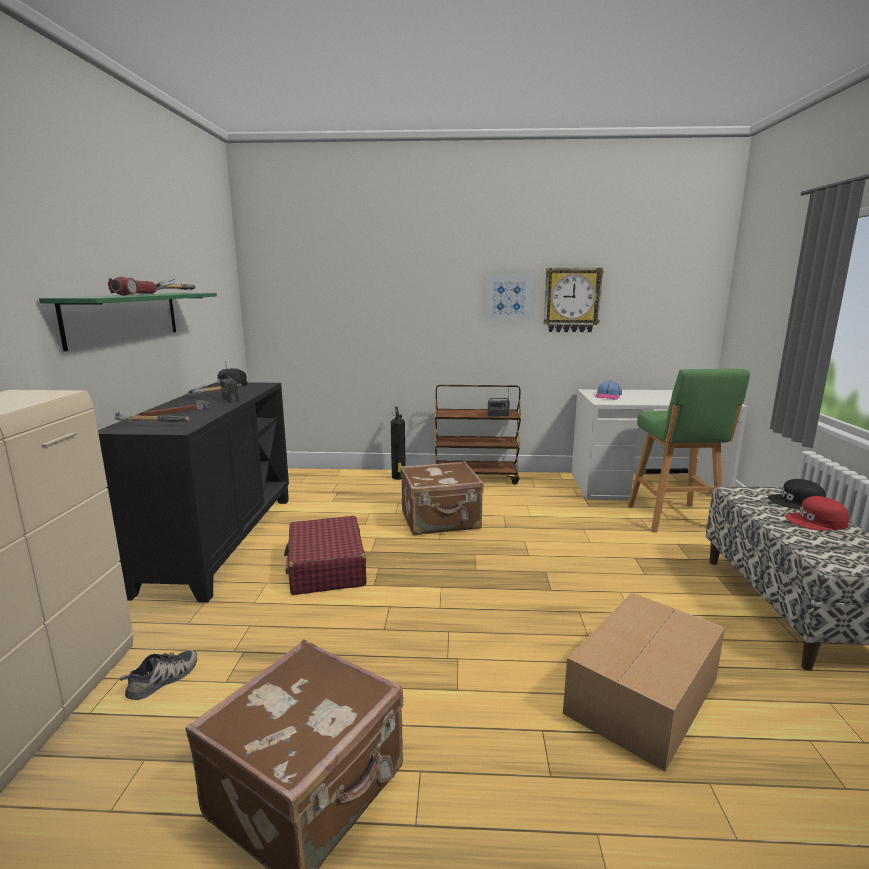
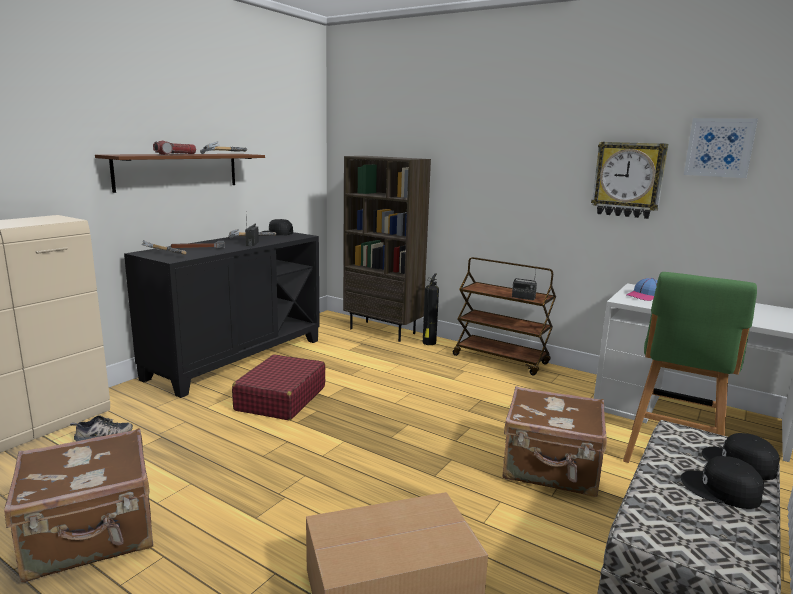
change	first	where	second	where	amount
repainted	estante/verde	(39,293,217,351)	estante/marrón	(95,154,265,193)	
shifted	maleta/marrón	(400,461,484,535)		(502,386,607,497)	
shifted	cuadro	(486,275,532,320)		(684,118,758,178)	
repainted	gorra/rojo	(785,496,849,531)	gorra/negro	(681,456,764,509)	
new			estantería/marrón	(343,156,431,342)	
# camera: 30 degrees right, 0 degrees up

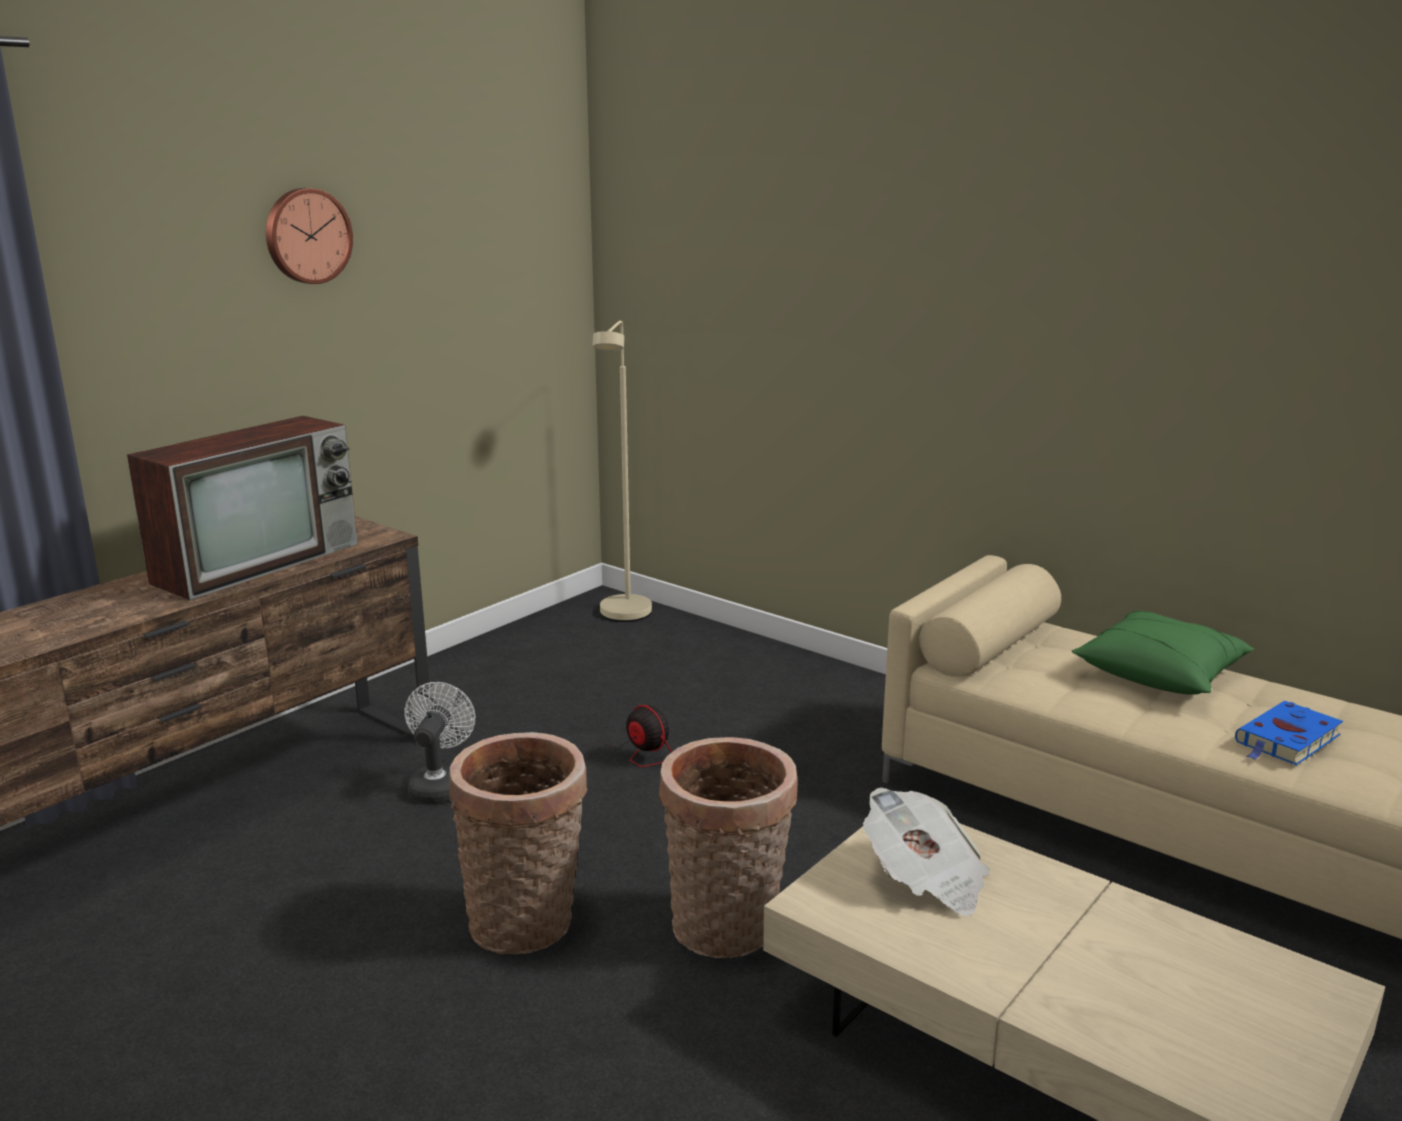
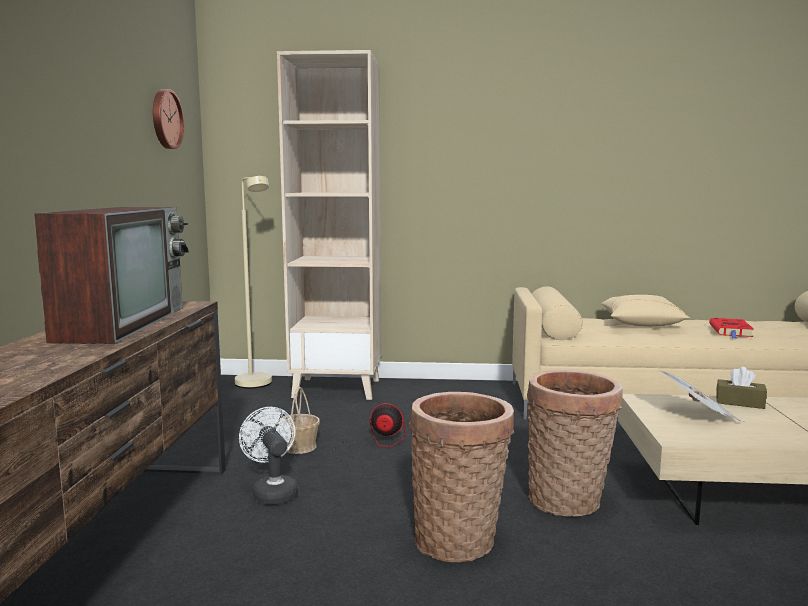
change	first	where	second	where	amount
shifted	reloj de pared	(266,188,353,284)		(153,89,184,149)	
repainted	cojín/verde	(1072,611,1255,695)	cojín/beis	(601,295,690,327)	
repainted	libro/azul	(1235,701,1343,765)	libro/rojo	(709,318,754,339)	
new			estantería/beis	(277,50,381,400)	
new			cesta	(277,386,320,454)	
new			caja de pañuelos/marrón	(716,367,767,409)	
# camera: 35 degrees left, 10 degrees down

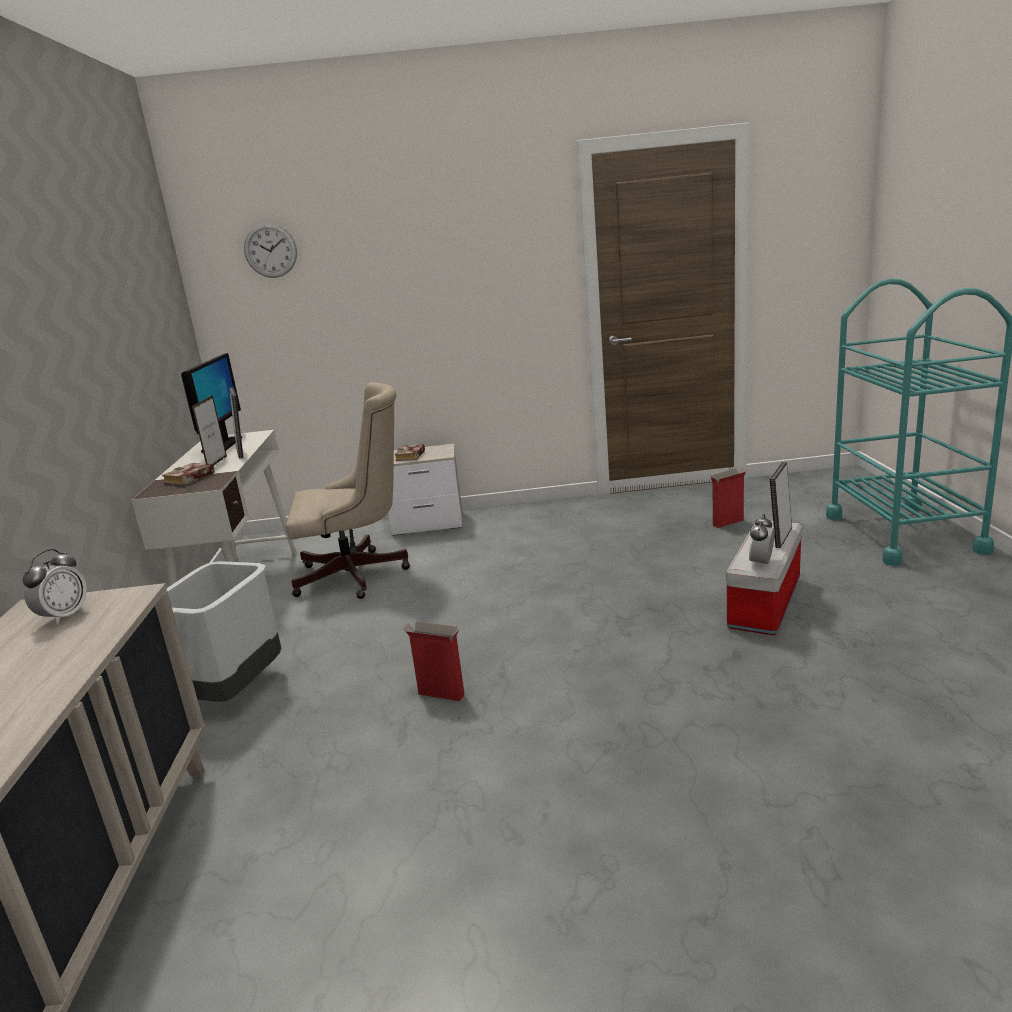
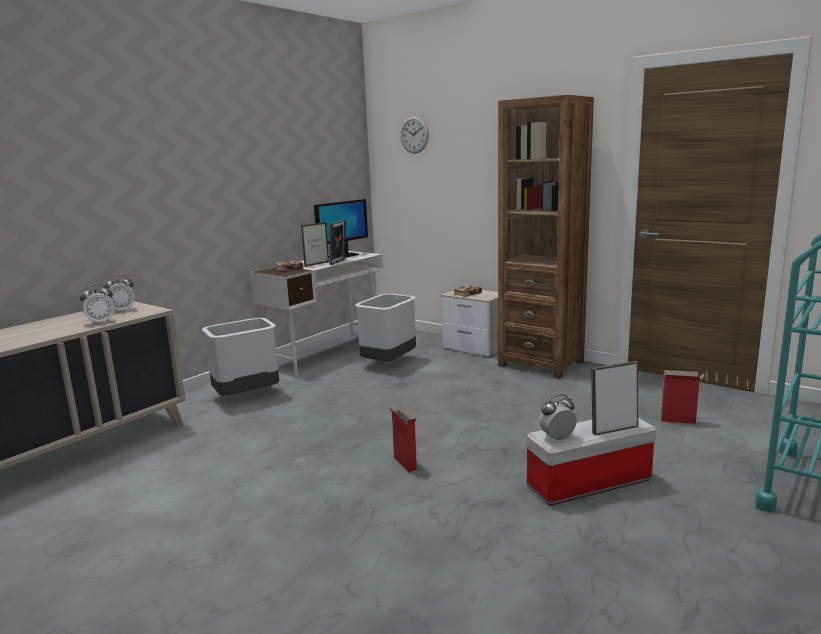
change	first	where	second	where	amount
swapped	silla de oficina/beis	(286,382,410,599)	papelera/gris	(355,294,416,361)	
shifted	caja de cartón	(403,622,465,701)		(389,403,418,472)	
new			despertador	(80,284,114,325)	
new			estantería/marrón	(498,95,594,379)	
# camera: 40 degrees right, 5 degrees down

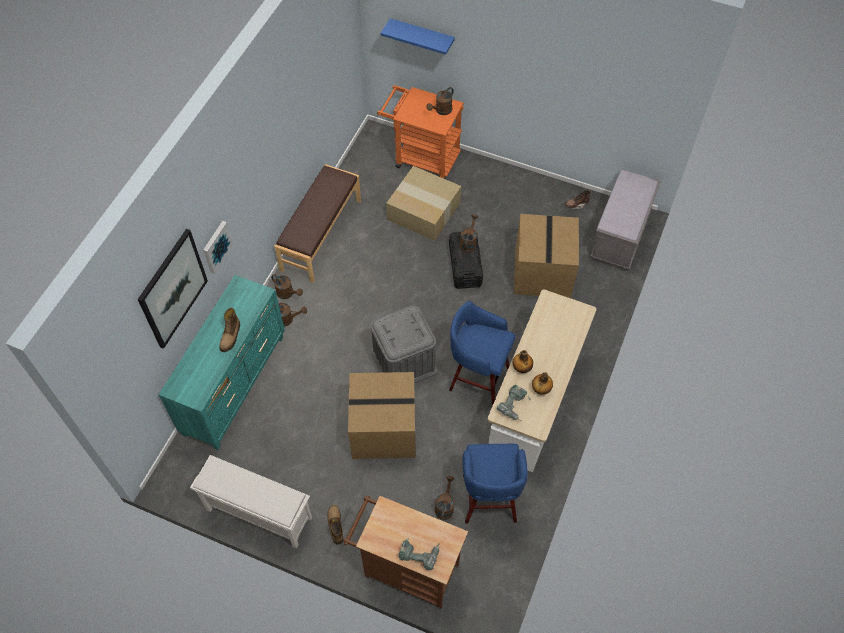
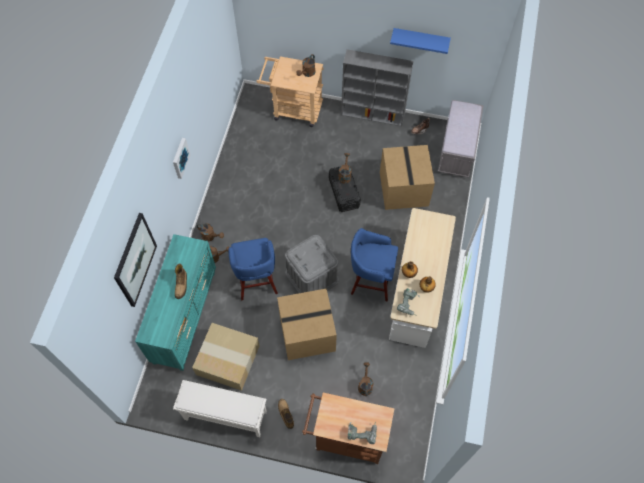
change	first	where	second	where	amount
shifted	cuadro	(203,221,233,274)		(173,138,190,179)	
gone	banco/marrón	(274,164,361,283)			
repainted	carrito/naranja	(377,85,464,179)	carrito/beis	(256,56,324,127)	
shifted	estante/azul	(381,18,455,55)		(390,28,451,54)	
shifted	caja de cartón	(386,166,461,241)		(192,323,260,391)	
shifted	taburete/azul	(462,444,528,524)		(228,238,278,301)	
new			estantería/gris	(341,49,413,126)	
# camera: 10 degrees left, 5 degrees up

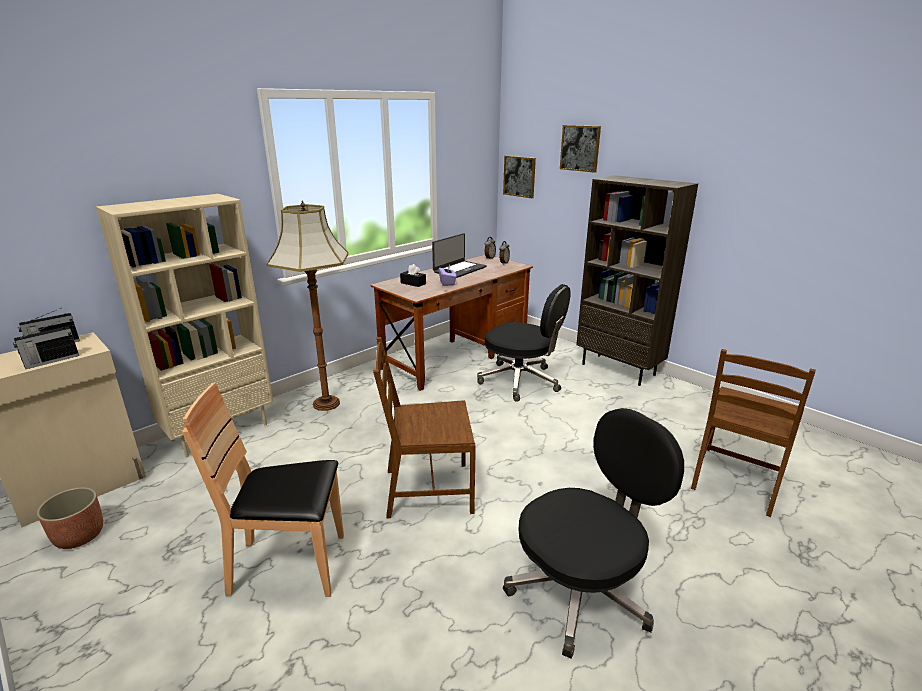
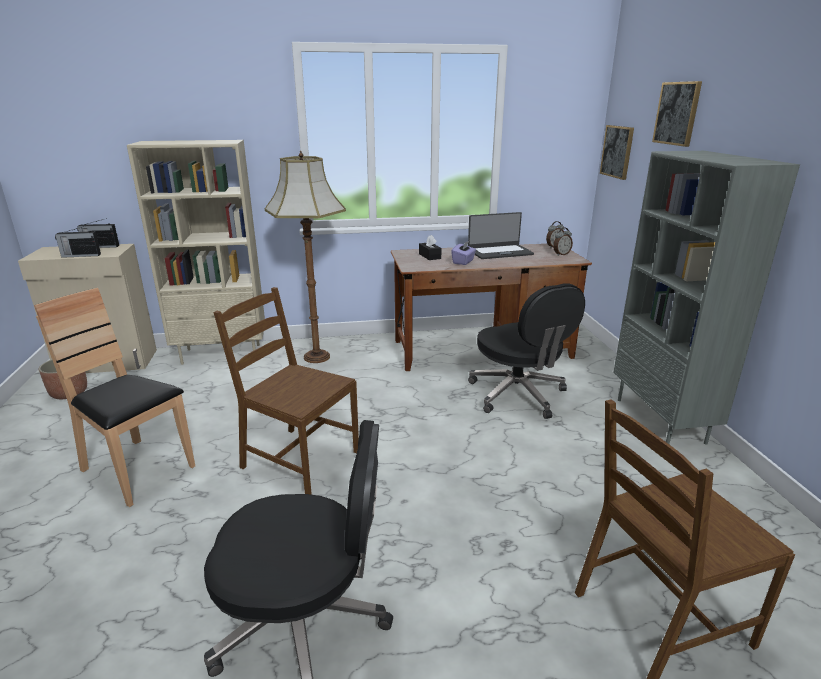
change	first	where	second	where	amount
repainted	estantería/marrón	(576,175,698,386)	estantería/gris	(613,151,800,445)	
# camera: 35 degrees right, 0 degrees up

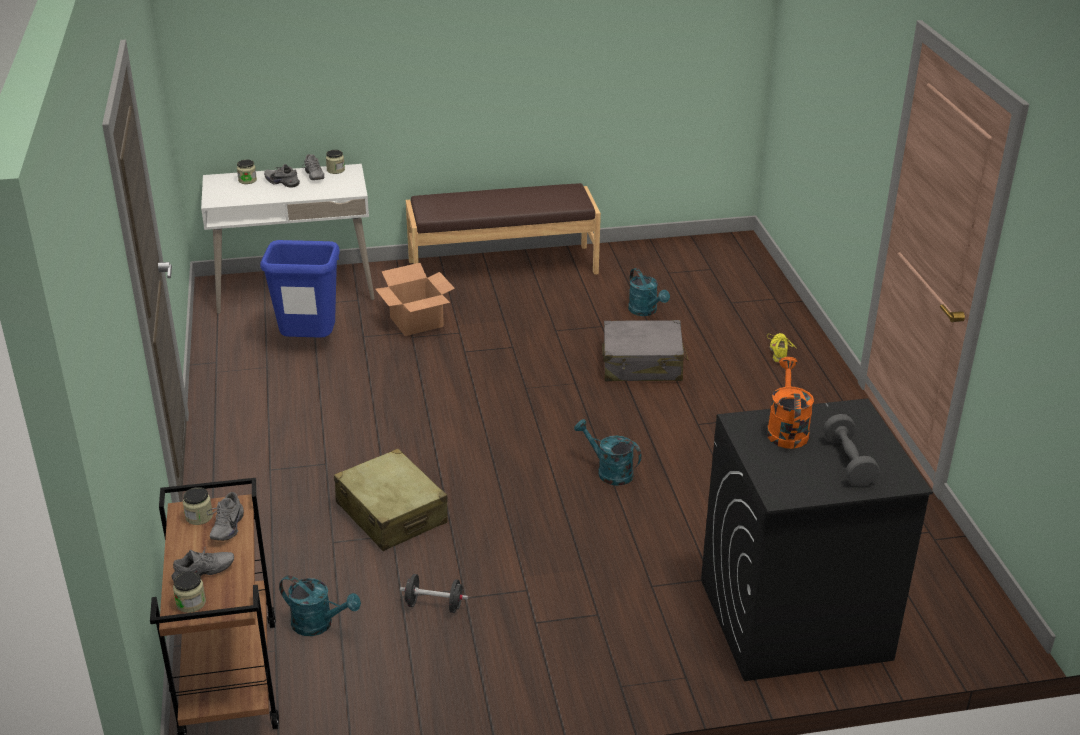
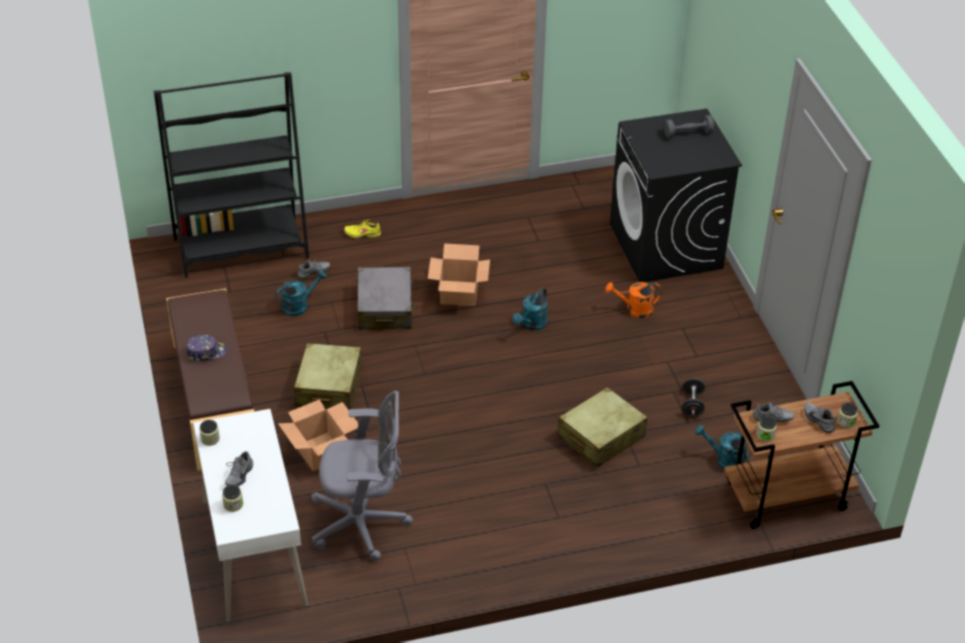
change	first	where	second	where	amount
swapped	papelera/azul	(260,240,340,345)	silla de oficina/gris	(311,391,413,561)	
rotated	regadera/turquesa	(279,575,361,636)		(695,425,752,469)	90 degrees counterclockwise
shifted	zapato/gris	(302,154,325,180)		(297,260,330,279)	
shifted	regadera/naranja	(767,357,814,449)		(605,282,662,318)	
new			estantería/negro	(154,72,309,278)	
new			gorra	(186,335,227,361)	
new			maleta/beis	(294,343,362,410)	
new			caja de cartón	(428,243,490,306)	
# camera: 95 degrees left, 10 degrees up

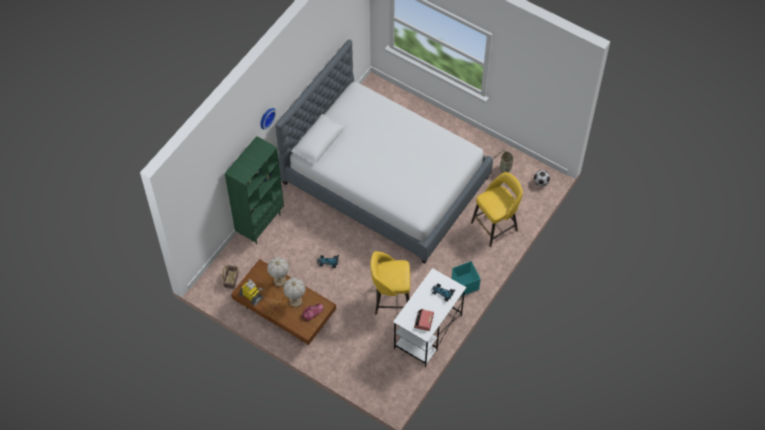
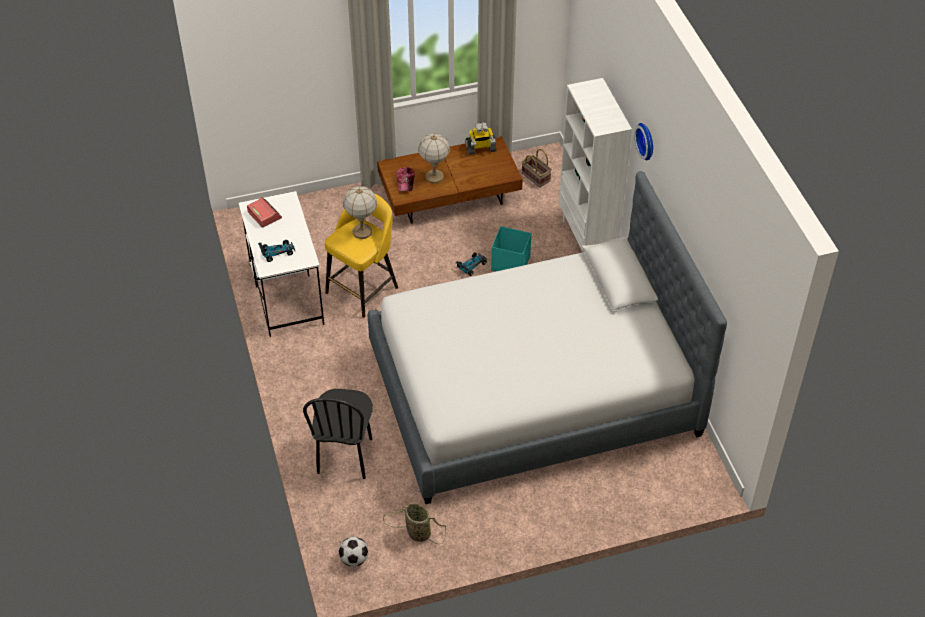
change	first	where	second	where	amount
repainted	estantería/verde	(225,136,284,244)	estantería/blanco	(559,78,632,252)	
shifted	lámpara de mesa	(267,257,289,287)		(343,186,377,239)	
shifted	caja de almacenaje/turquesa	(452,261,481,297)		(491,226,531,271)	
swapped	taburete/amarillo	(471,172,523,247)	silla/negro	(303,389,373,479)	
# camera: 130 degrees right, 10 degrees down

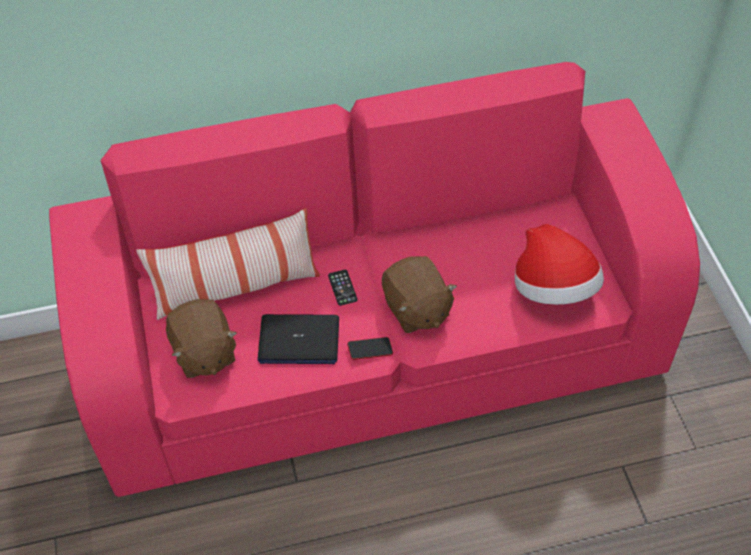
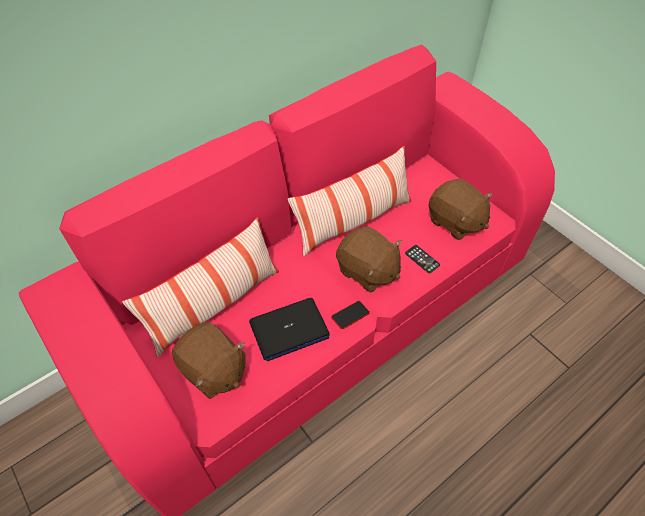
change	first	where	second	where	amount
shifted	móvil	(328,270,357,306)		(405,245,440,273)	
swapped	sombrero	(515,224,604,305)	peluche/marrón	(429,179,492,240)	
new			cojín	(288,146,411,256)	
# camera: 25 degrees left, 0 degrees up

